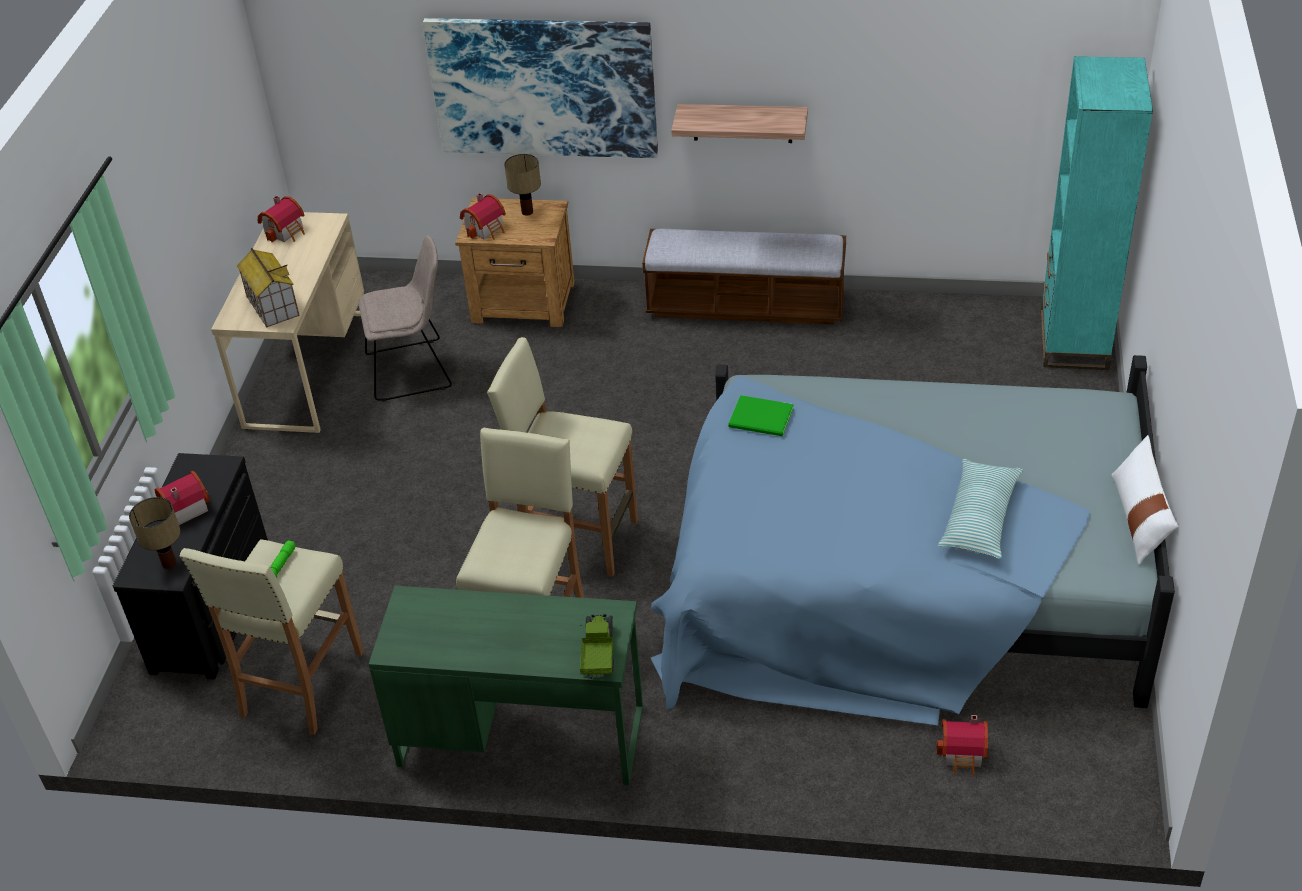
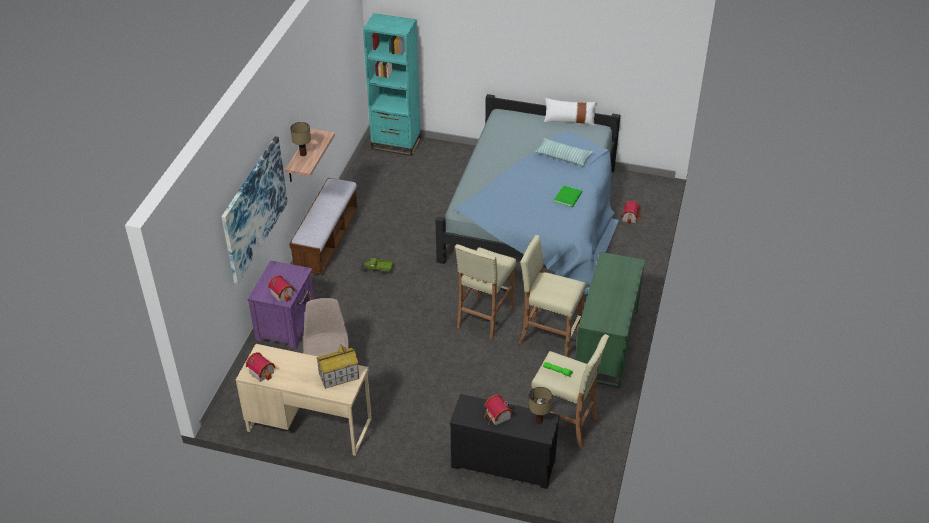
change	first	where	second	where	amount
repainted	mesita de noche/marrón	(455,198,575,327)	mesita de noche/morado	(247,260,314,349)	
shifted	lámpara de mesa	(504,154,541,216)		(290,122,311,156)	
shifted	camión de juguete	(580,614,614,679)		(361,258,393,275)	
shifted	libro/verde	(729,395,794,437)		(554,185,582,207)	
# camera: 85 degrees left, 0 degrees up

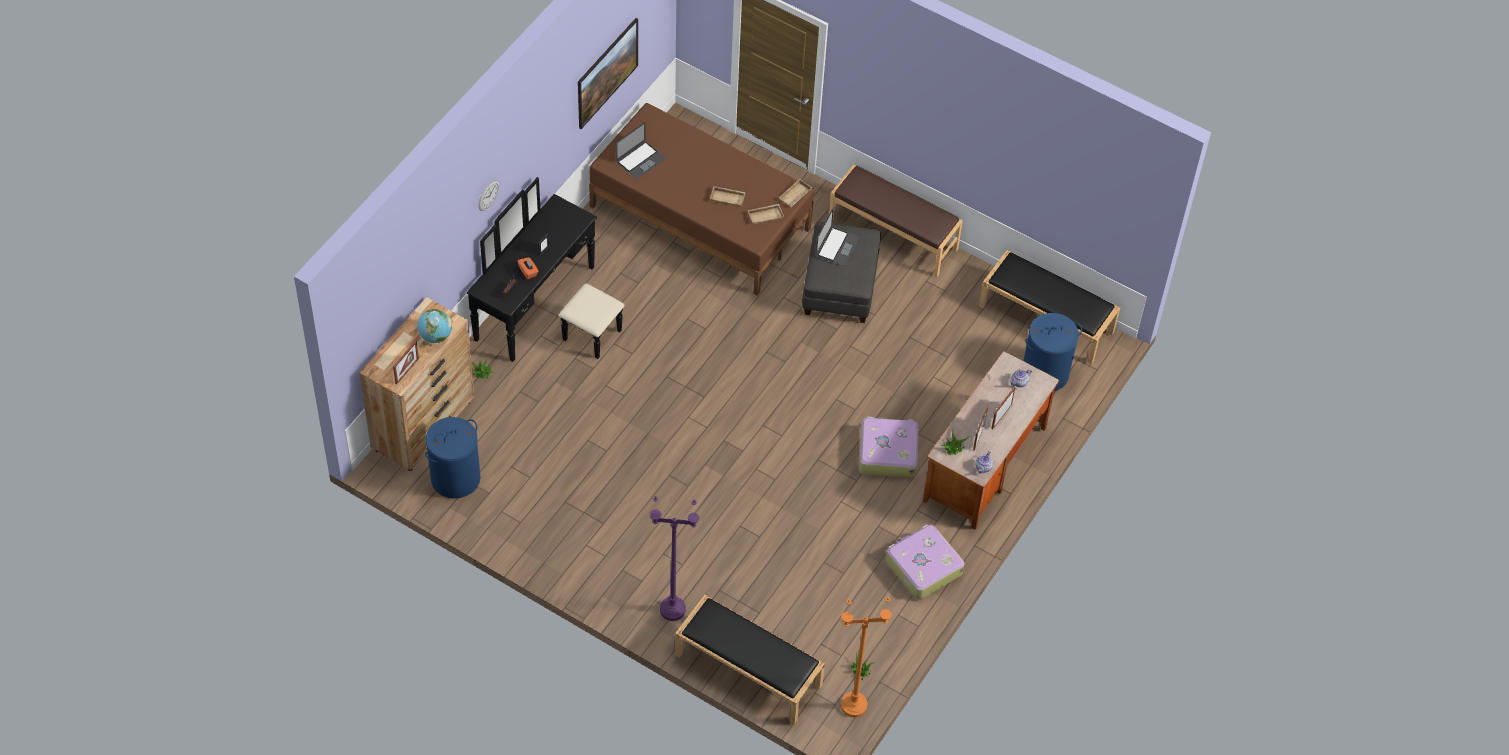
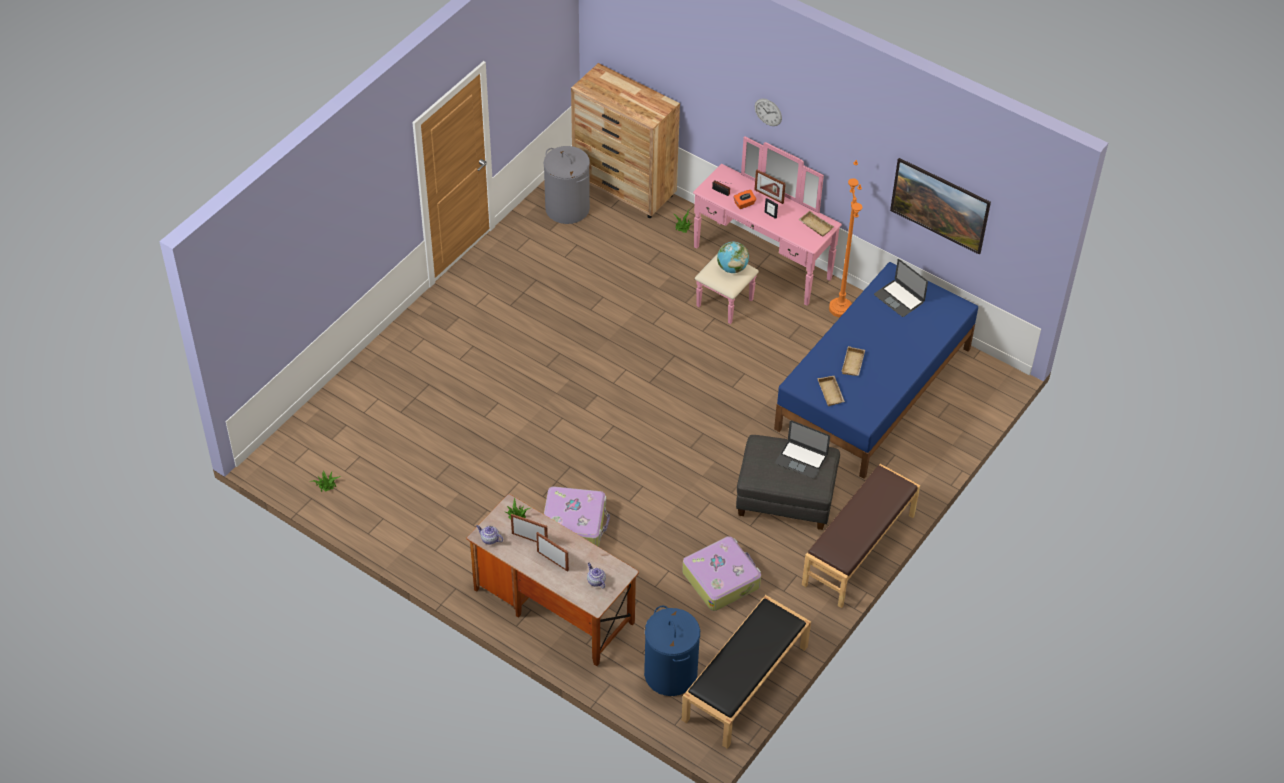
change	first	where	second	where	amount
shifted	portarretratos	(393,340,419,384)		(755,170,786,204)	
shifted	globo terráqueo	(417,308,452,343)		(717,242,749,273)	
repainted	cesto de la ropa/azul	(425,417,481,499)	cesto de la ropa/gris	(544,146,590,224)	
repainted	cómoda/negro	(467,177,625,362)	cómoda/rosa	(693,136,842,324)	
repainted	cama/marrón	(589,103,814,296)	cama/azul	(774,262,978,479)	
gone	lámpara de pie/morado	(650,496,699,621)			
gone	banco/negro	(675,595,825,725)			
shifted	bandeja/beis	(778,179,812,207)		(799,211,834,236)	
shifted	lámpara de pie/naranja	(841,597,892,717)		(829,160,862,317)	
shifted	maleta	(886,525,964,600)		(682,536,761,611)	
# camera: 95 degrees right, 5 degrees down

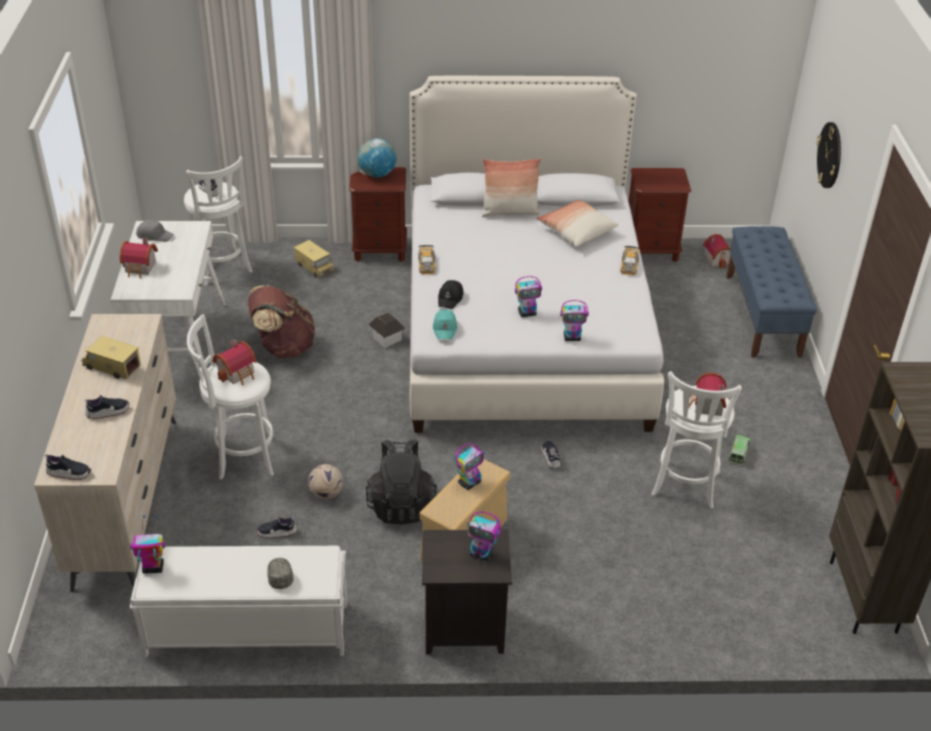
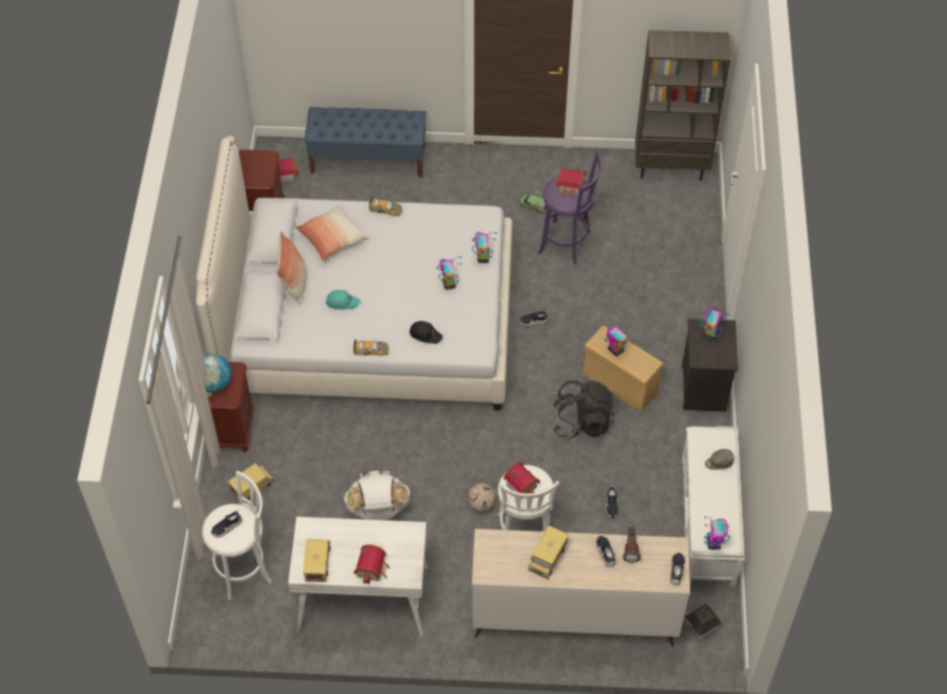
change	first	where	second	where	amount
swapped	gorra/gris	(136,220,174,242)	camión de juguete	(303,539,330,582)	
repainted	mochila/marrón	(248,285,316,358)	mochila/blanco	(344,470,411,520)	
shifted	balón de fútbol	(308,464,343,499)		(467,483,496,512)	
shifted	casita	(369,313,405,348)		(685,603,722,639)	
shifted	gorra/turquesa	(433,310,457,339)		(326,290,360,310)	
repainted	taburete/blanco	(651,371,742,509)	taburete/morado	(538,151,602,265)	
gone	reloj de pared	(817,122,841,188)			
new			linterna	(623,525,641,563)	
# camera: 85 degrees left, 15 degrees up

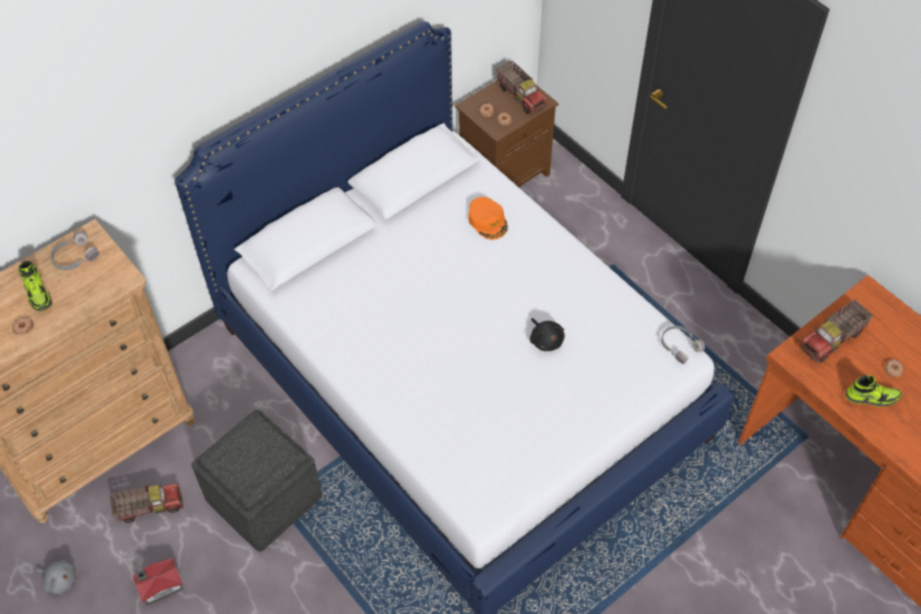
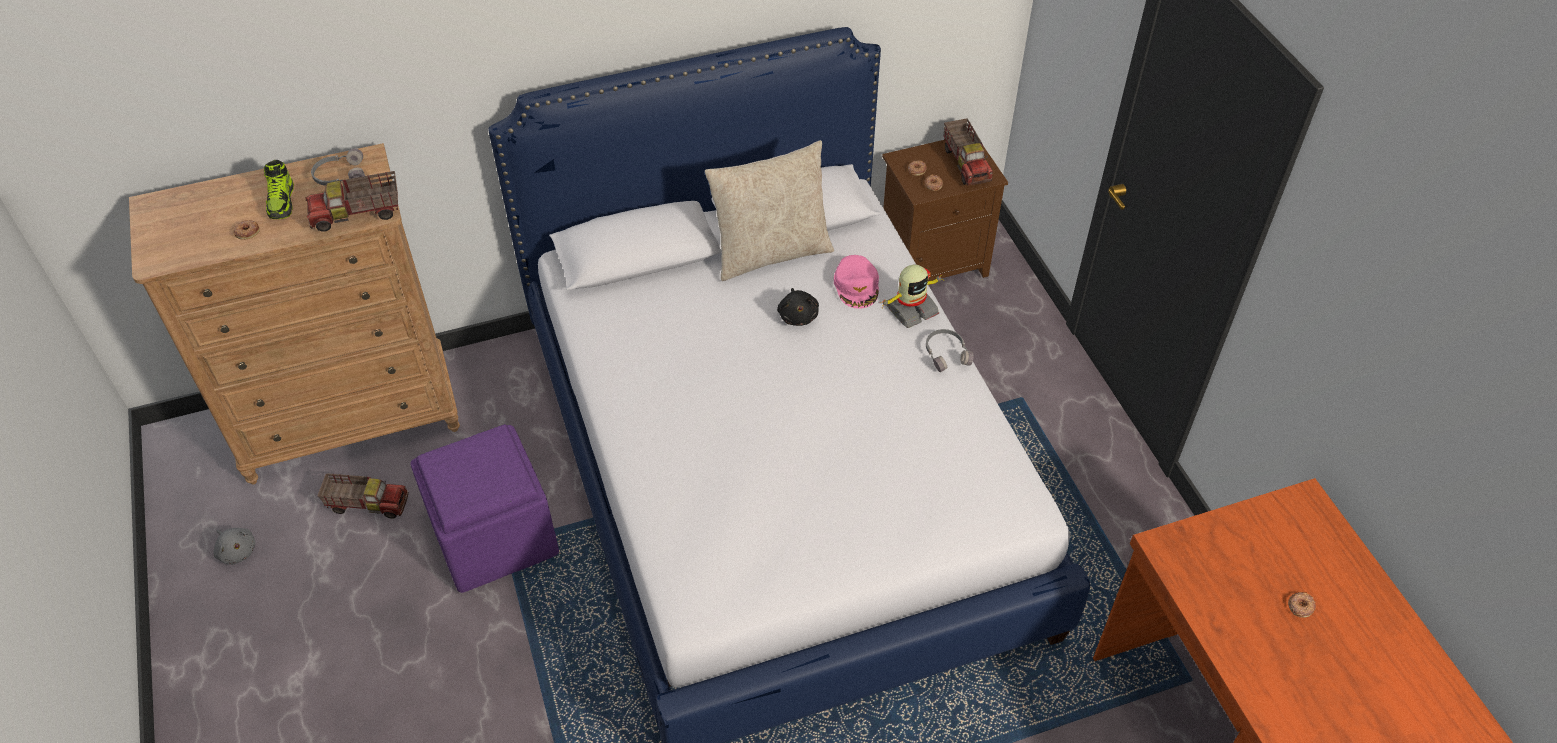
change	first	where	second	where	amount
gone	casita	(133,558,183,605)			
repainted	puf/gris	(192,410,322,552)	puf/morado	(410,424,559,593)	
repainted	gorra/naranja	(469,197,508,240)	gorra/rosa	(834,255,879,309)	
shifted	peluche/negro	(530,318,565,351)		(777,288,819,326)	
shifted	auriculares/gris	(661,326,705,364)		(926,329,973,372)	
shifted	camión de juguete	(799,299,873,363)		(305,171,398,232)	
gone	zapato	(845,375,902,407)			
new			cojín/beis	(705,140,834,281)	
new			robot de juguete	(882,264,944,328)	
# camera: 20 degrees right, 5 degrees down

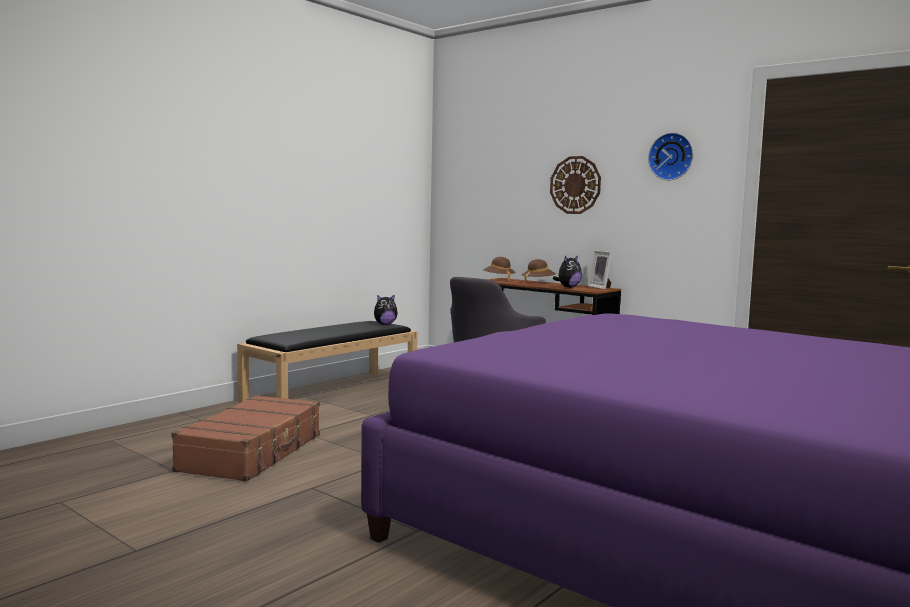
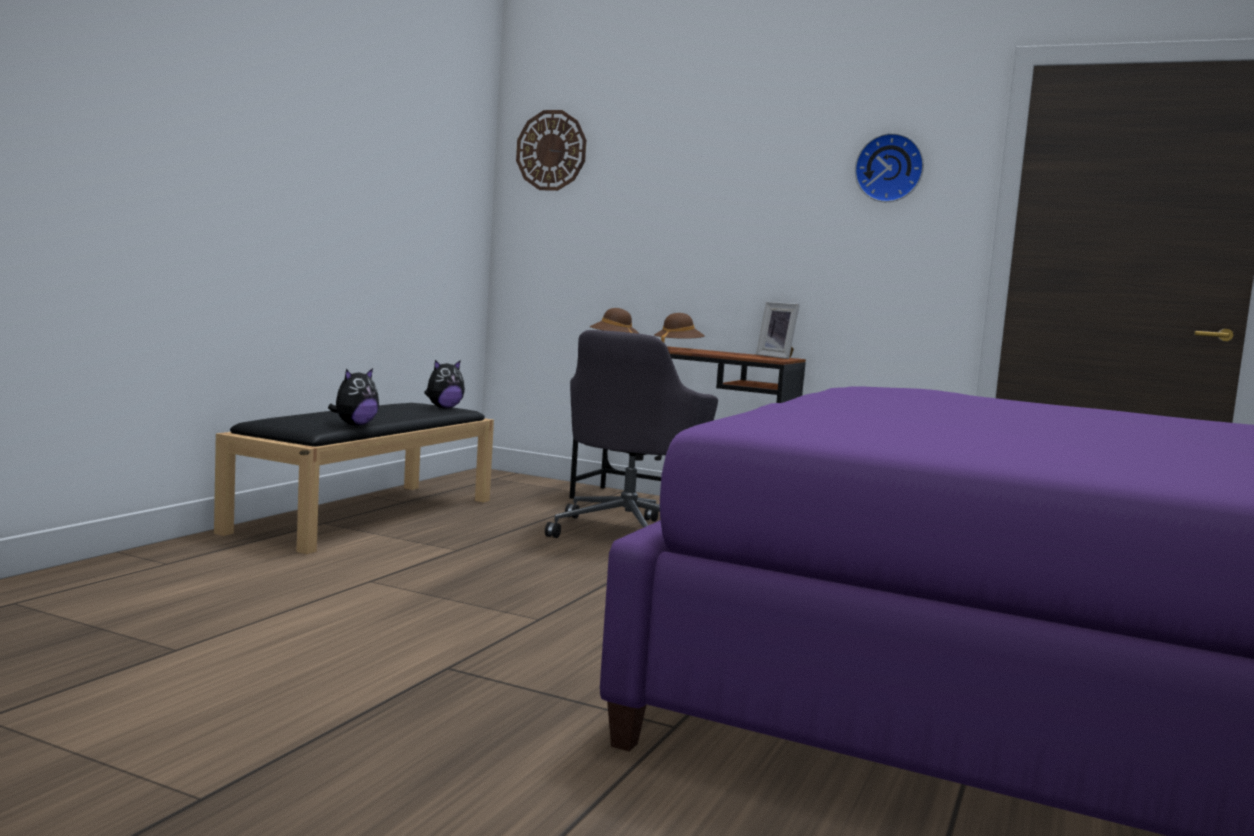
change	first	where	second	where	amount
gone	maleta/marrón	(171,395,320,482)			
shifted	reloj de pared	(550,156,601,214)		(516,110,586,191)	
shifted	peluche	(553,255,582,288)		(328,368,379,426)	
# camera: 15 degrees left, 0 degrees up

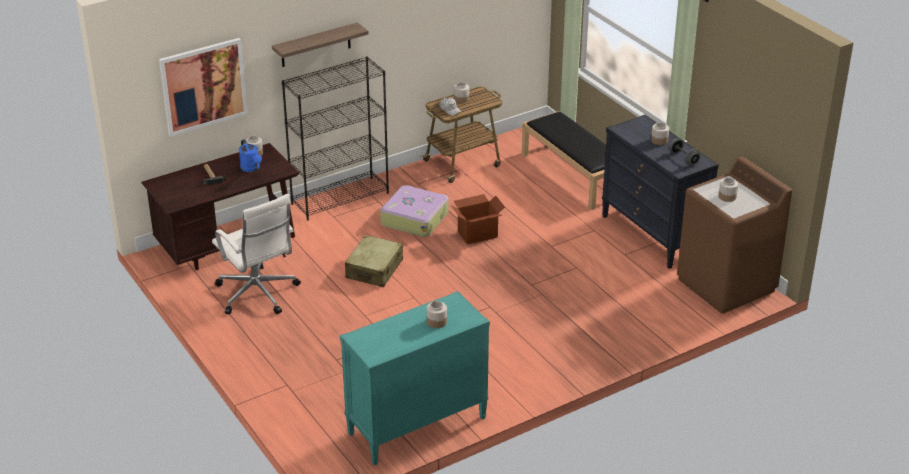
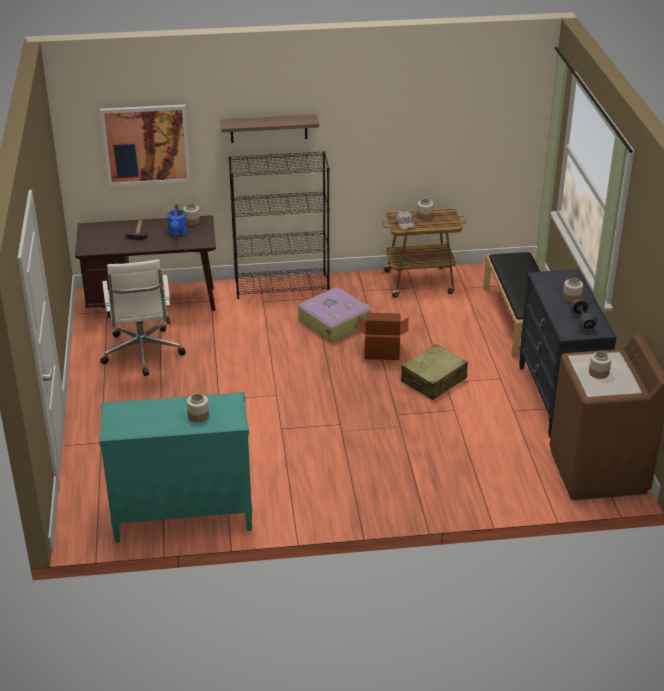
change	first	where	second	where	amount
shifted	maleta/beis	(345,235,403,287)		(401,344,468,400)	
# camera: 25 degrees right, 0 degrees up

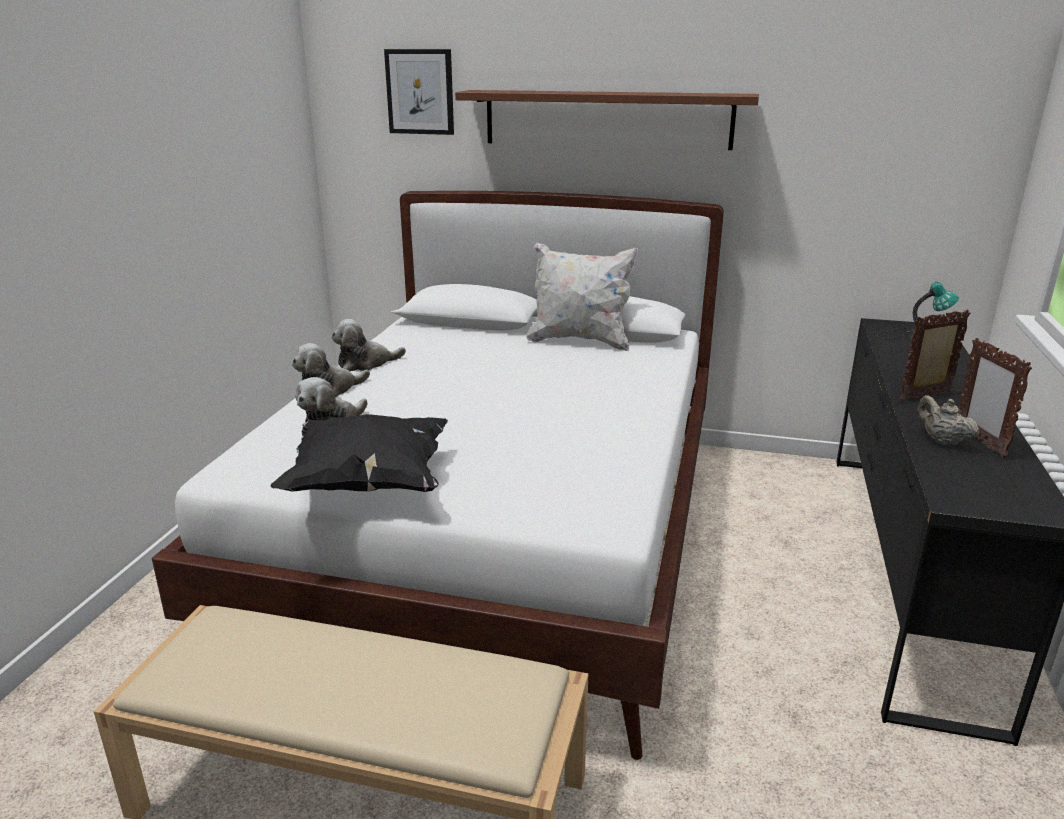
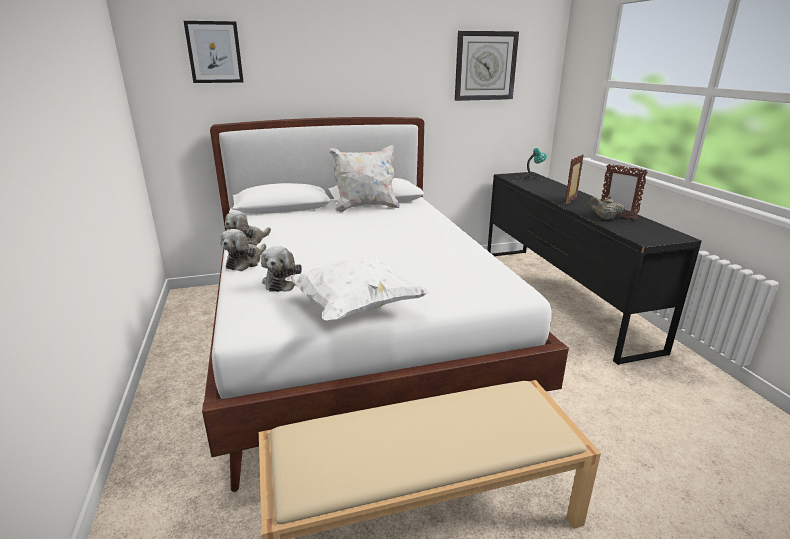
change	first	where	second	where	amount
repainted	cojín/negro	(271,414,448,492)	cojín/blanco	(285,256,429,321)	
gone	estante/marrón	(455,90,759,150)			
new			reloj de pared	(455,31,519,101)	
# camera: 30 degrees left, 0 degrees up

